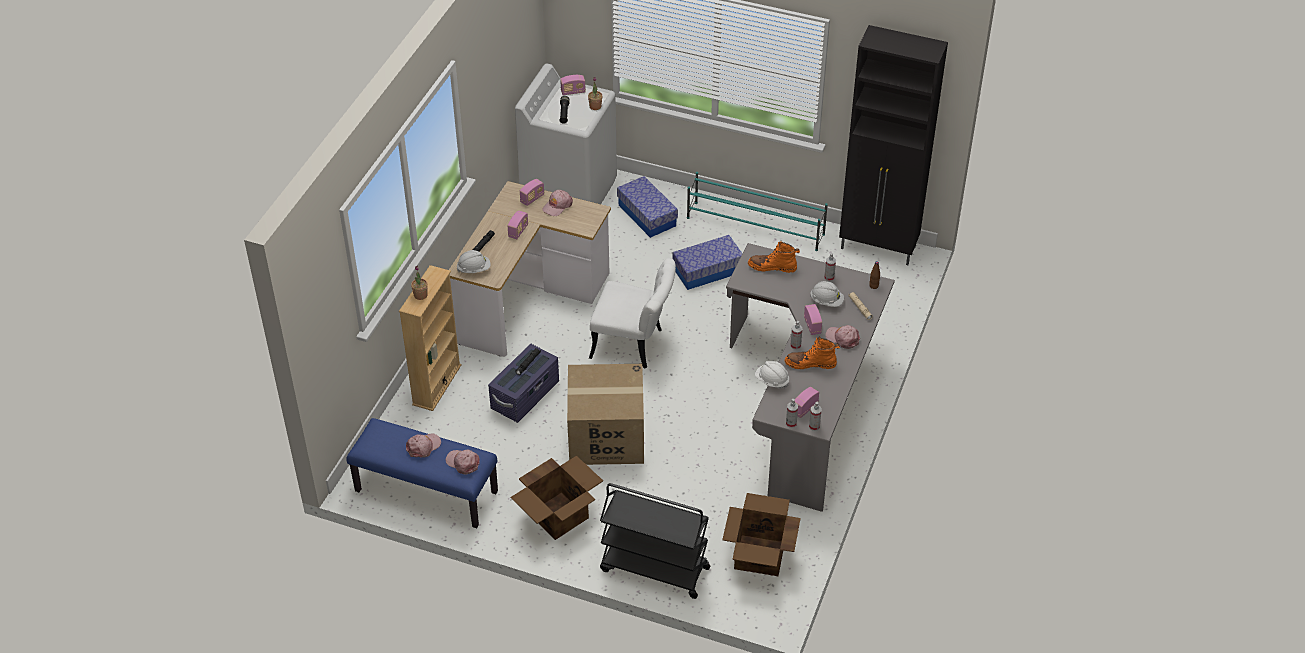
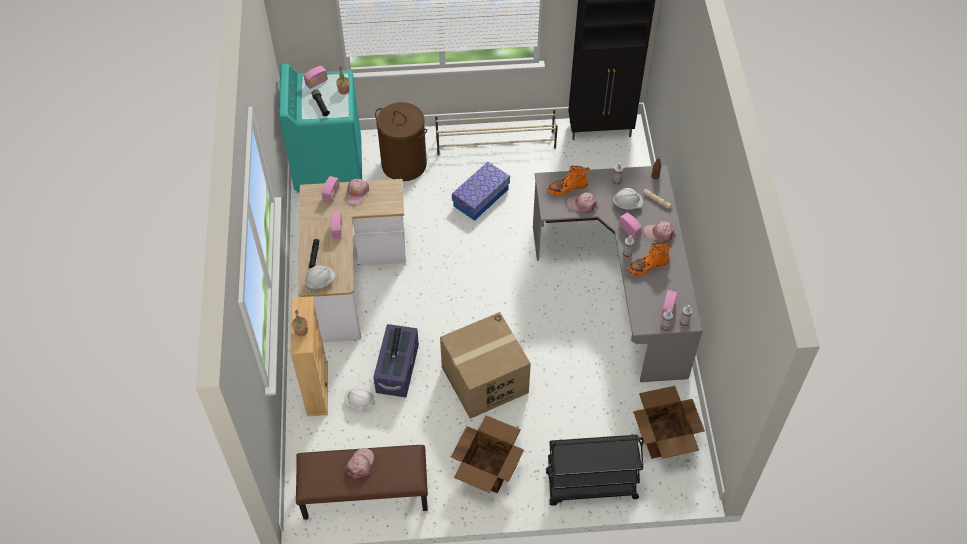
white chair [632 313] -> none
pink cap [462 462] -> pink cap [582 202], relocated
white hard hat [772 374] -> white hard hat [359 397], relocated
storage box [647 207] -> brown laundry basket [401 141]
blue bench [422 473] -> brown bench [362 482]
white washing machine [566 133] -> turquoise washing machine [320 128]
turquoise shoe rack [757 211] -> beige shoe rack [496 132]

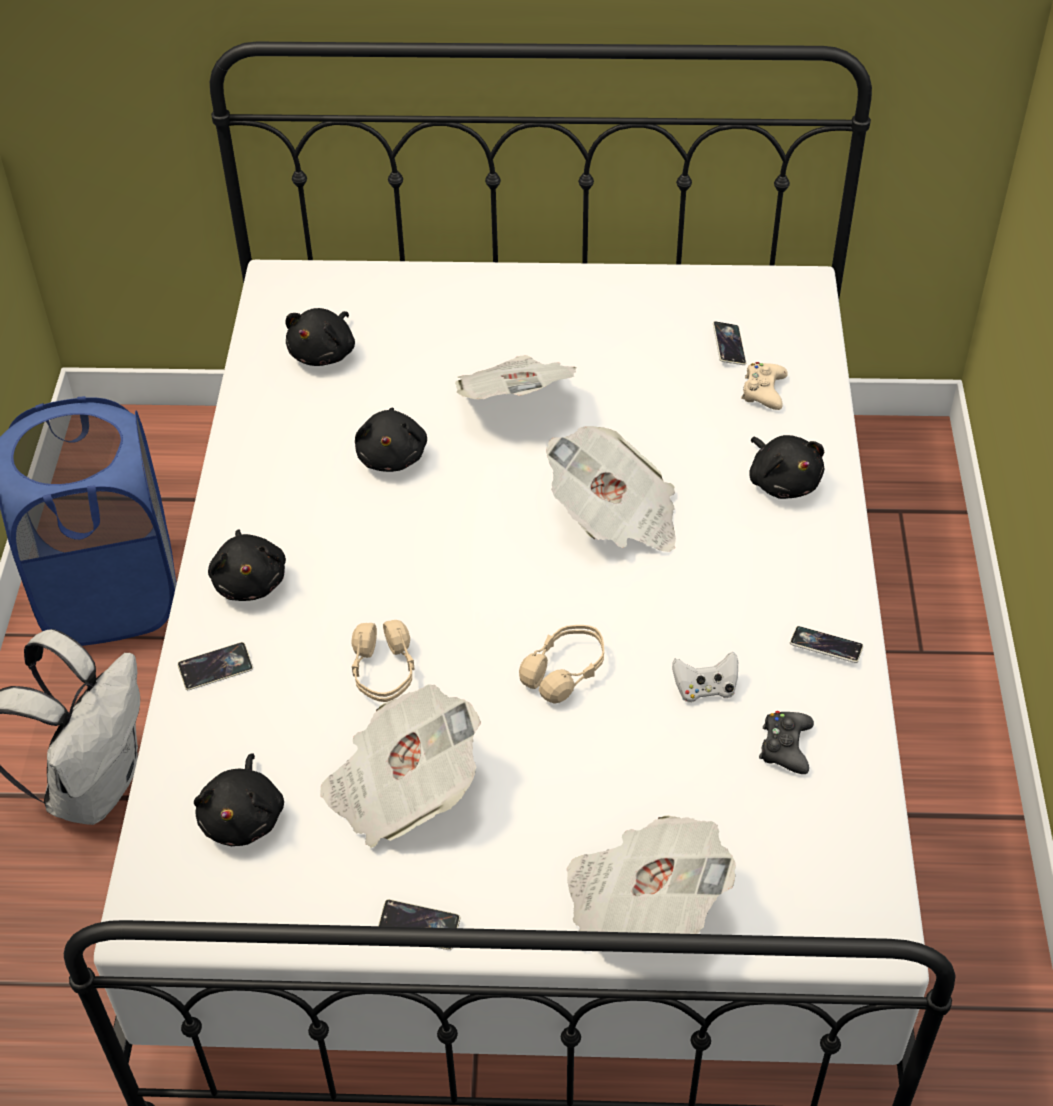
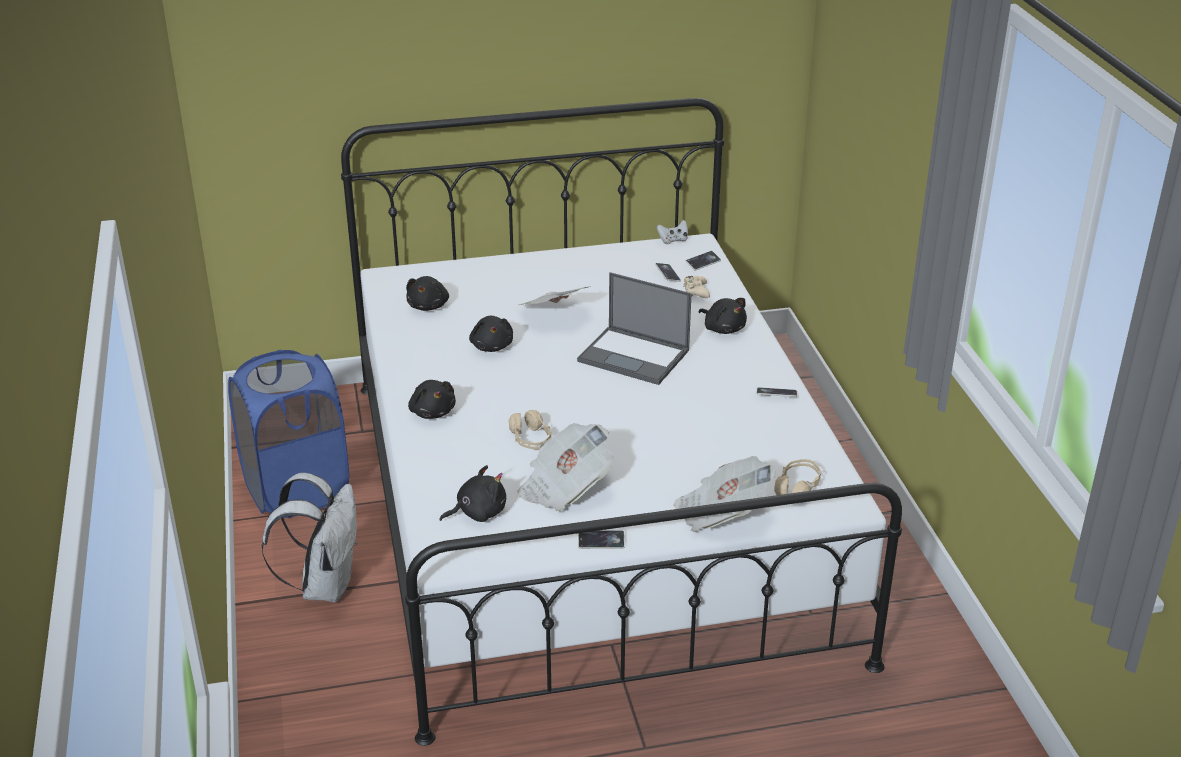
black game controller [786 742] -> none
phone [215 666] -> phone [703 260], relocated
beige headphones [561 664] -> beige headphones [797 481], relocated
white game controller [705 677] -> white game controller [672 232], relocated
newspaper [611 489] -> laptop [634 328]
black plush toy [239 799] -> black plush toy [473 493], 105 degrees counterclockwise

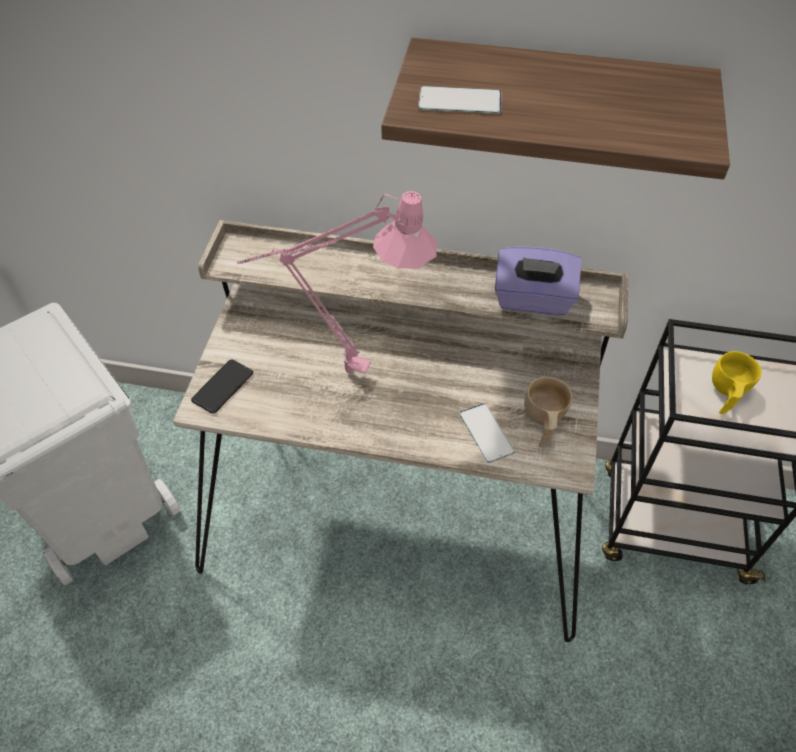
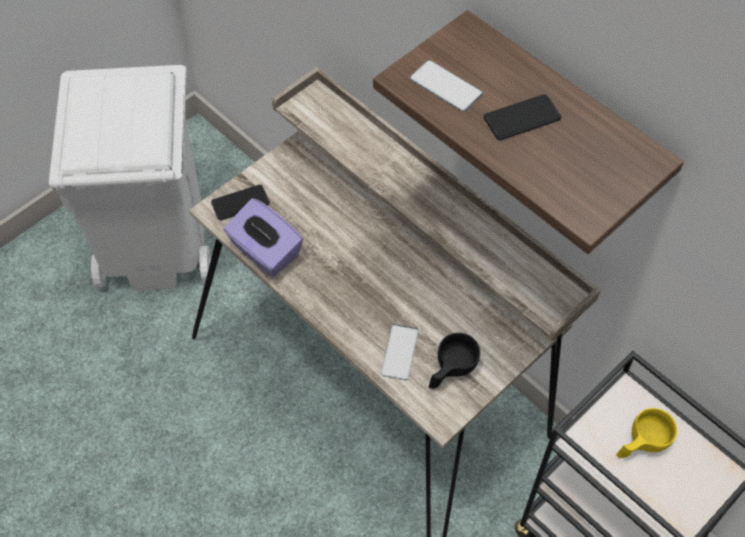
pink table lamp [337 283] -> none
none -> phone [522 117]
purple tissue box [538 281] -> purple tissue box [263 237], relocated
beige cup [548 412] -> black cup [454 361]

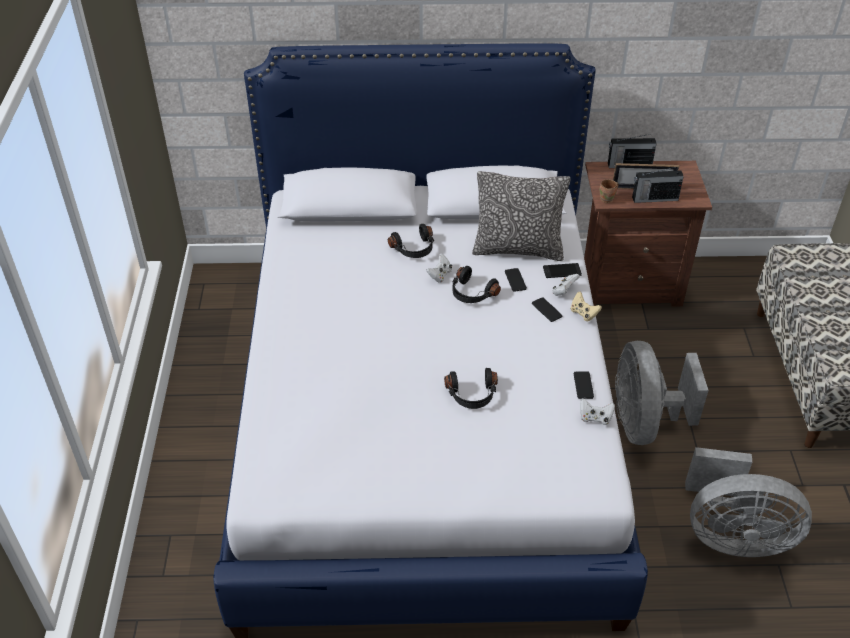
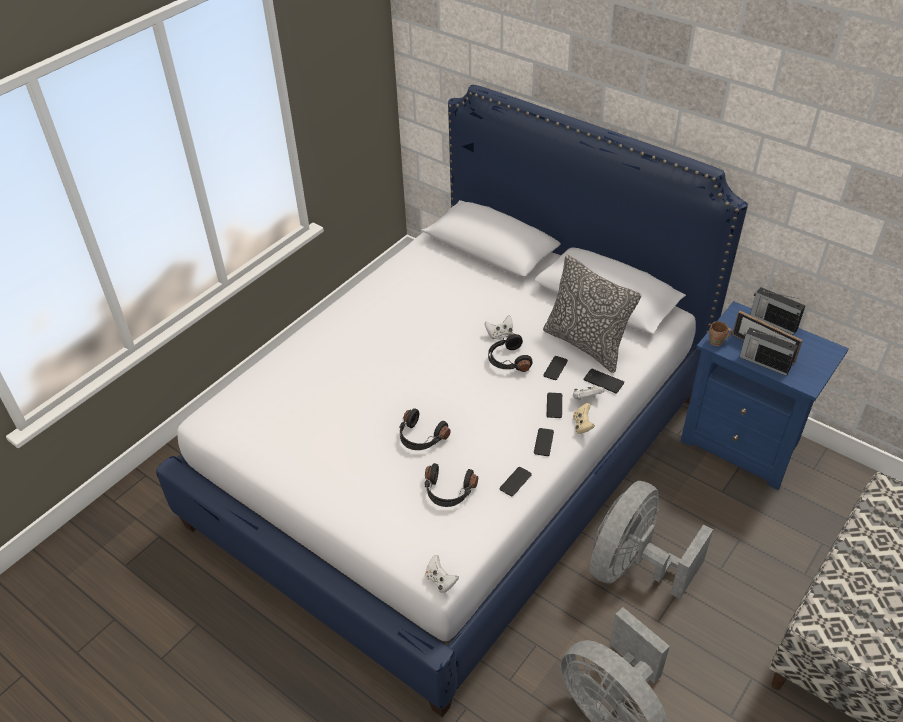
none -> phone [544 442]
black headphones [411 241] -> black headphones [451 485], relocated
white game controller [597 411] -> white game controller [442 574], relocated
brown nightstand [648 233] -> blue nightstand [764 395]

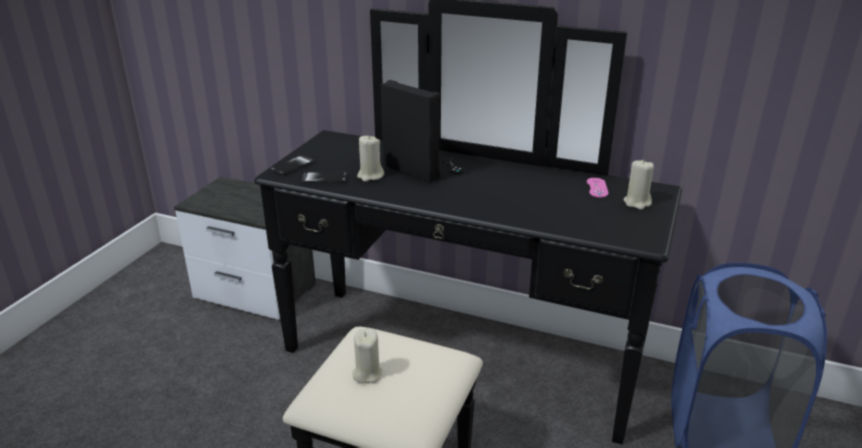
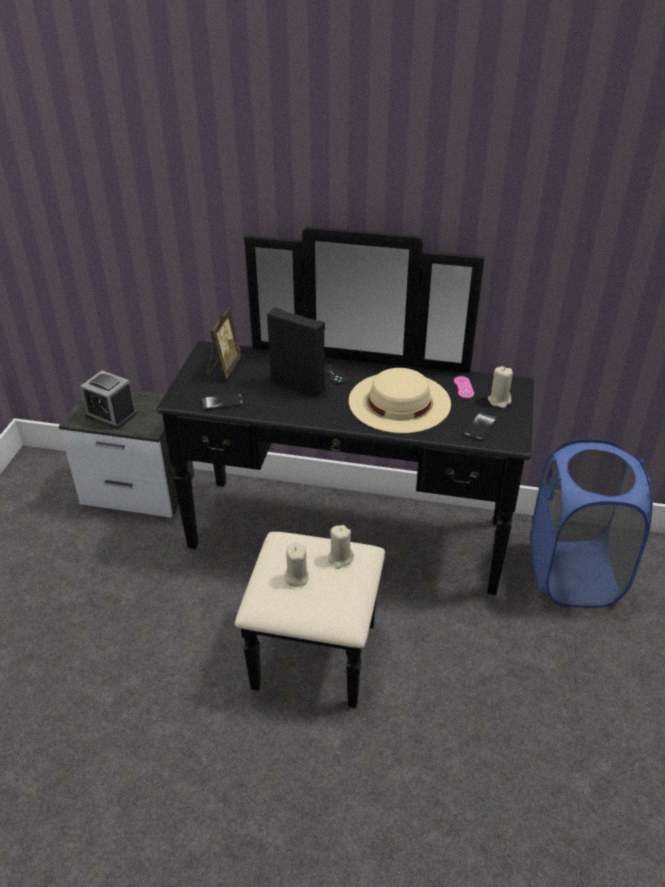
none -> alarm clock [108 399]
none -> picture frame [224 344]
none -> beige hat [400 400]
phone [292 165] -> phone [480 426], relocated
beige candle [370 158] -> beige candle [341 546], relocated

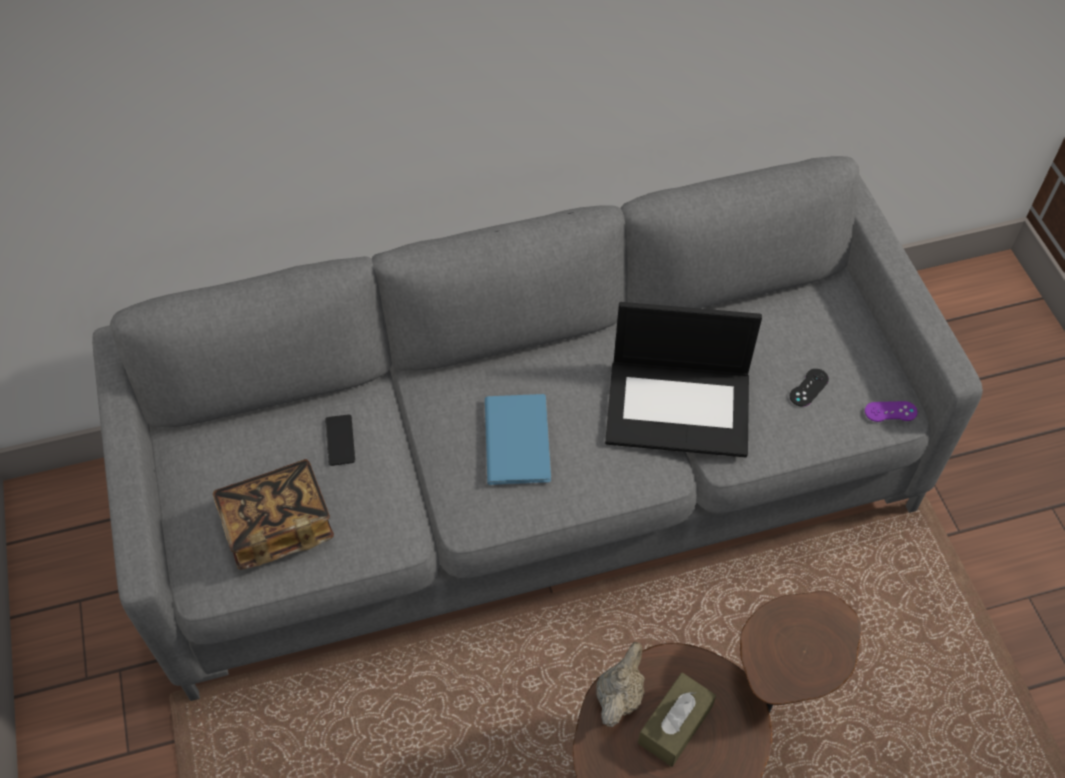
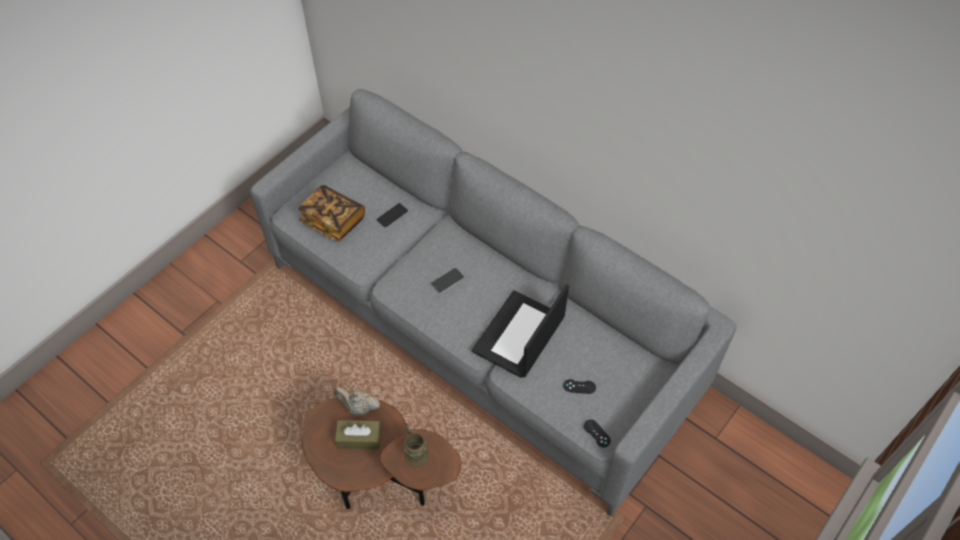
none -> brown mug [416 445]
blue book [518 439] -> phone [448 281]
purple game controller [891 411] -> black game controller [597 433]
beige teapot [620 684] -> beige teapot [357 401], 150 degrees counterclockwise
laptop [683 379] -> laptop [520 331], 60 degrees clockwise

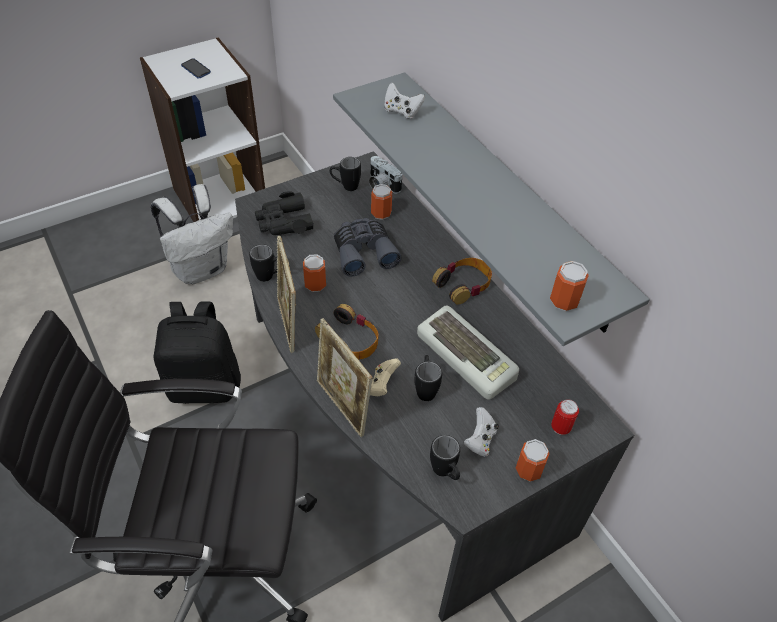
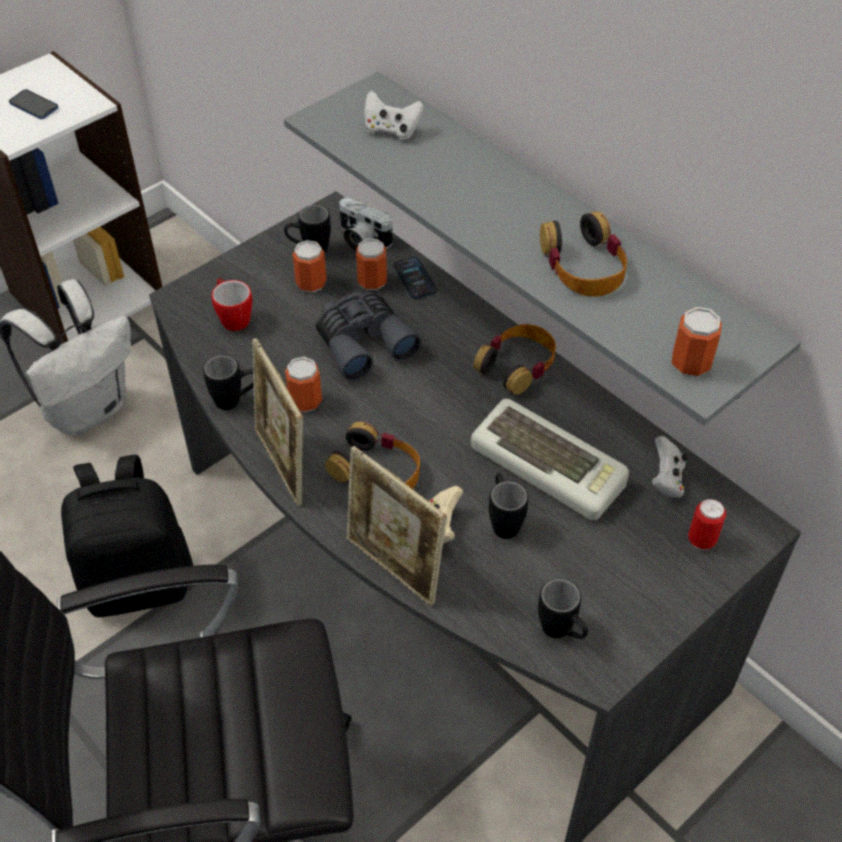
none -> phone [415 278]
none -> headphones [583 254]
white game controller [481 432] -> white game controller [670 467], relocated
can [533 460] -> can [310 266], relocated
black binoculars [284 213] -> mug [232 304]

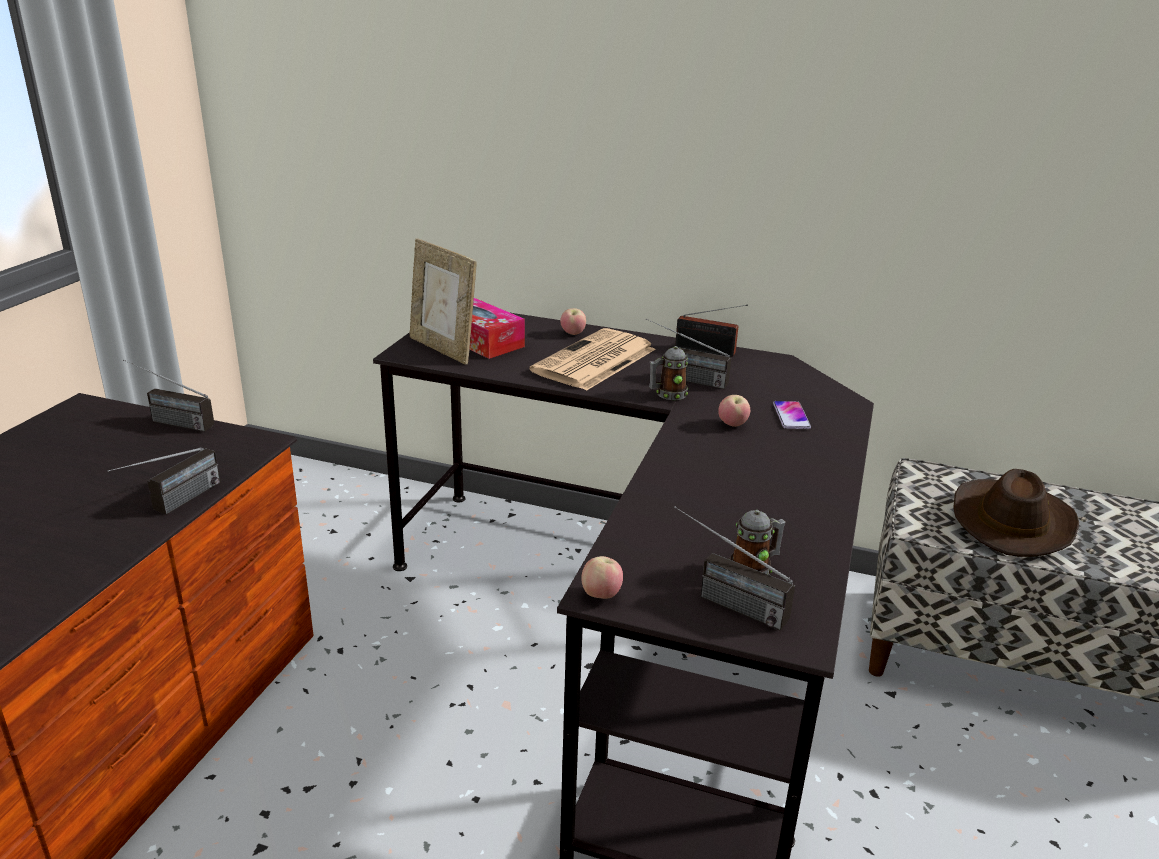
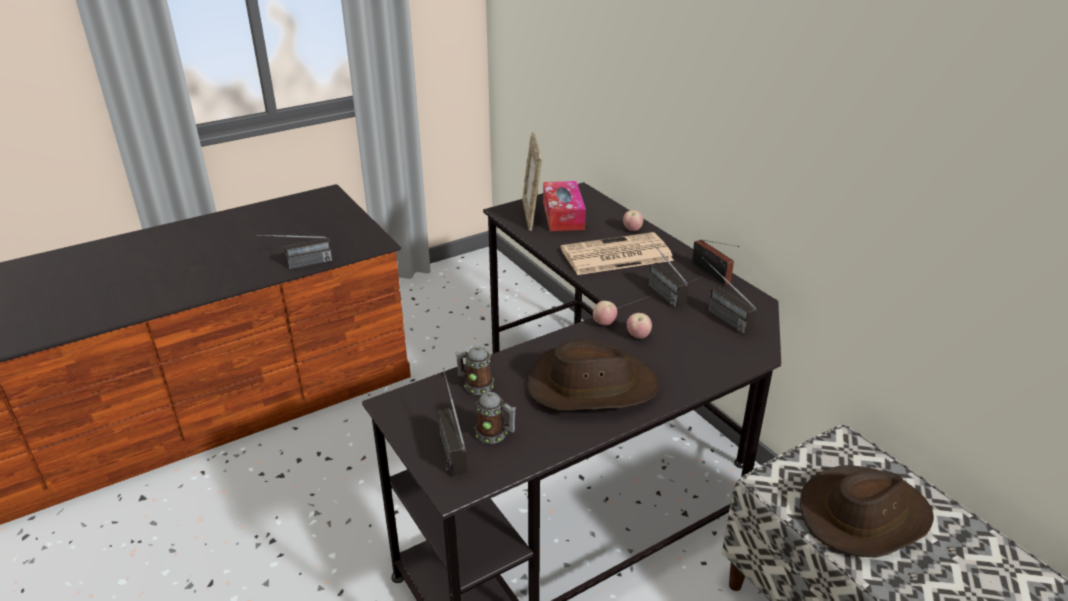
phone [792 415] -> none
none -> brown hat [593 375]
radio [168 395] -> radio [729 296], relocated
apple [602 577] -> apple [605 313], relocated
mug [668 373] -> mug [475 370], relocated

